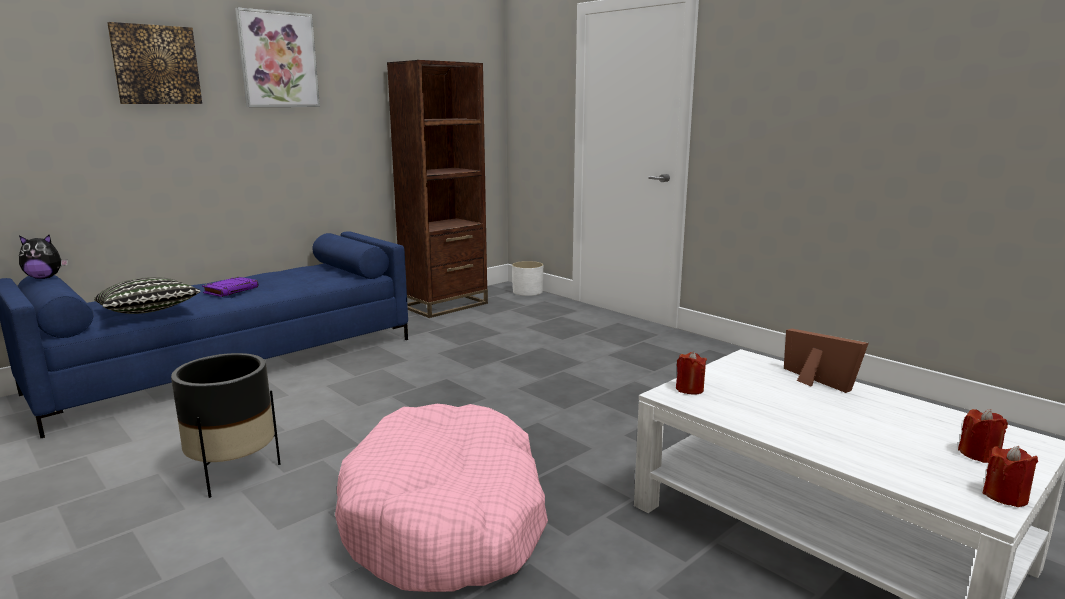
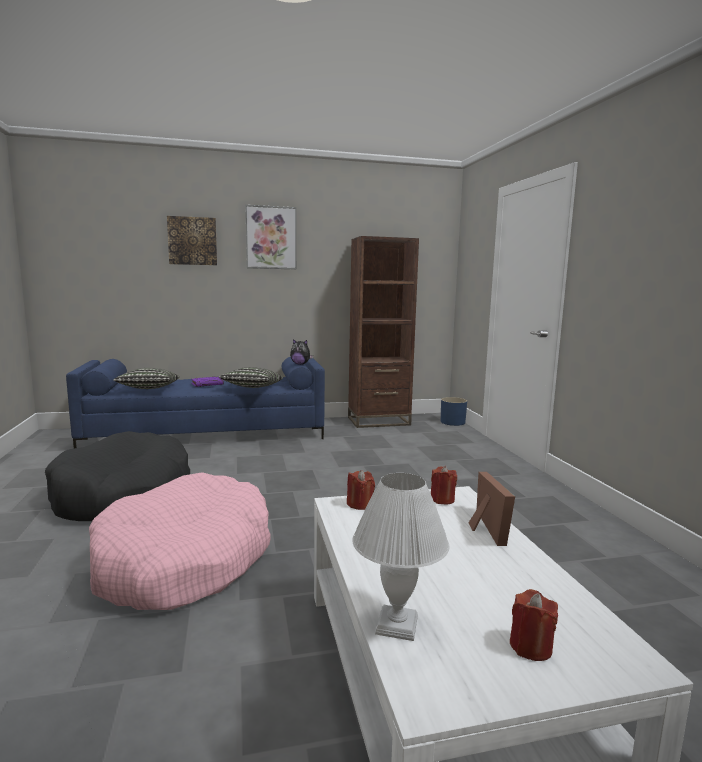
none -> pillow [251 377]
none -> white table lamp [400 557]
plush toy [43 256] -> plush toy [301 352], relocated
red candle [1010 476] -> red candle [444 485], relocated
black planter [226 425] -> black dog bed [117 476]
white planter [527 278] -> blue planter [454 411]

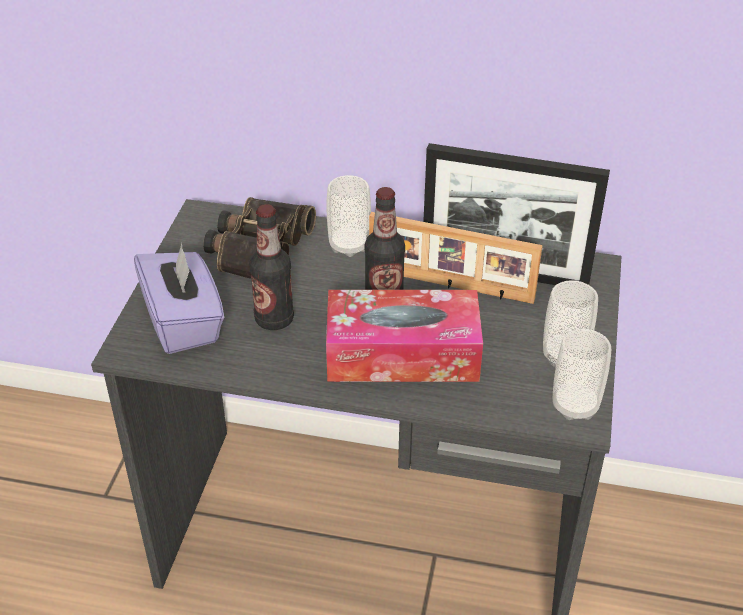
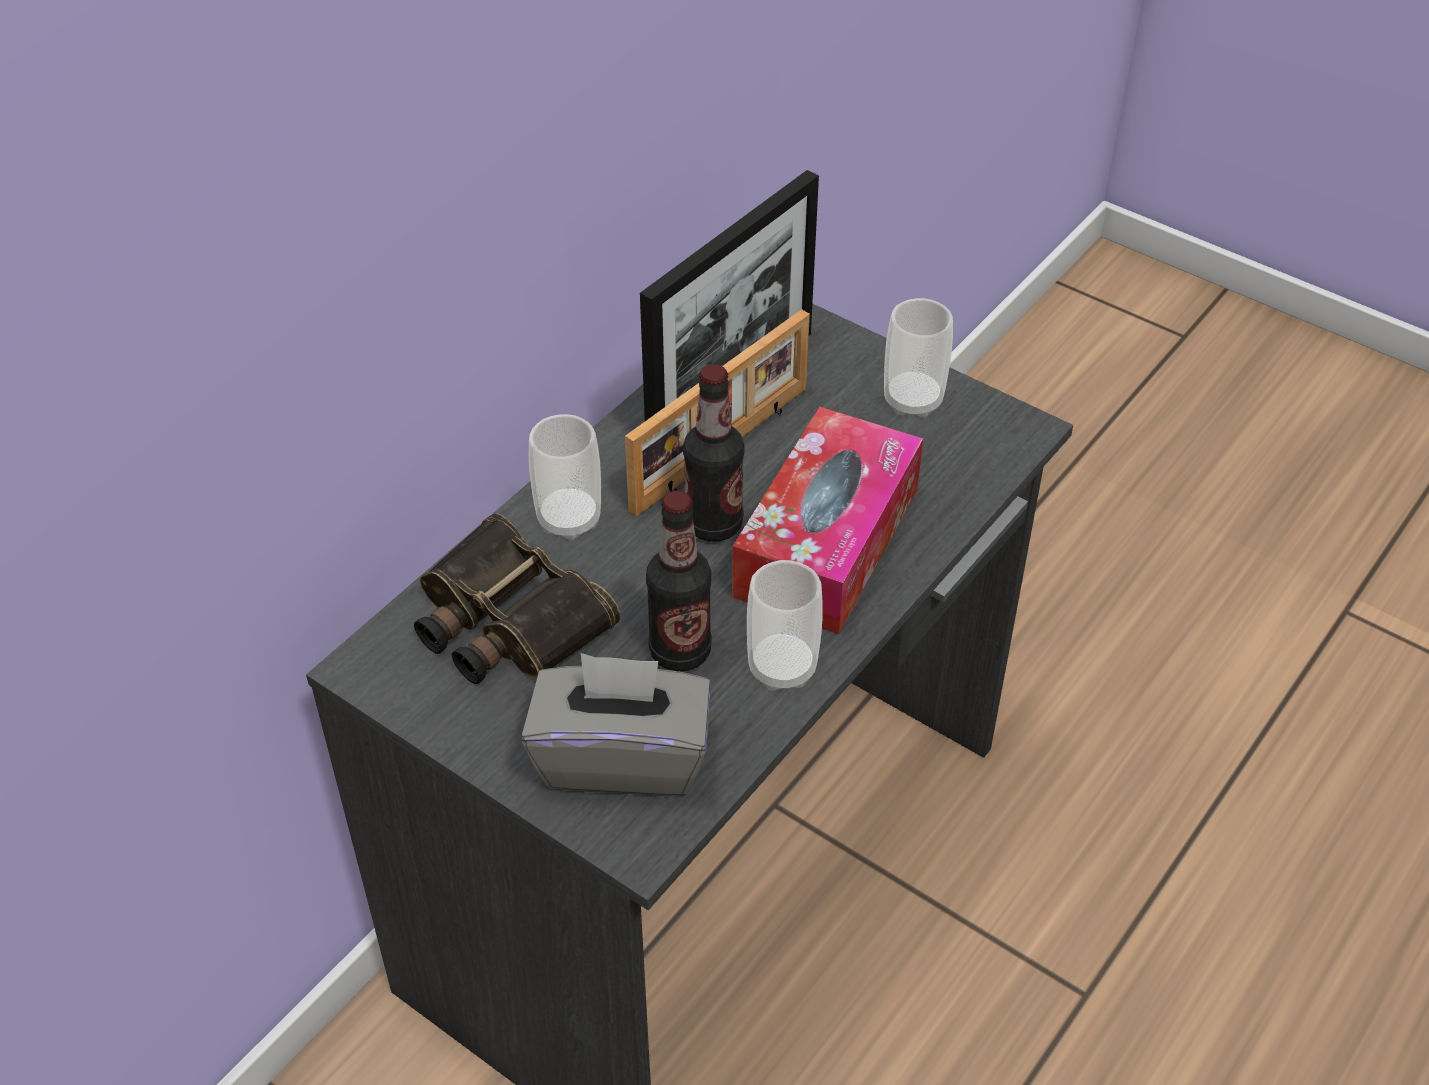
cup [582 374] -> cup [785 625], relocated
purple tissue box [179 298] -> grey tissue box [616 724]

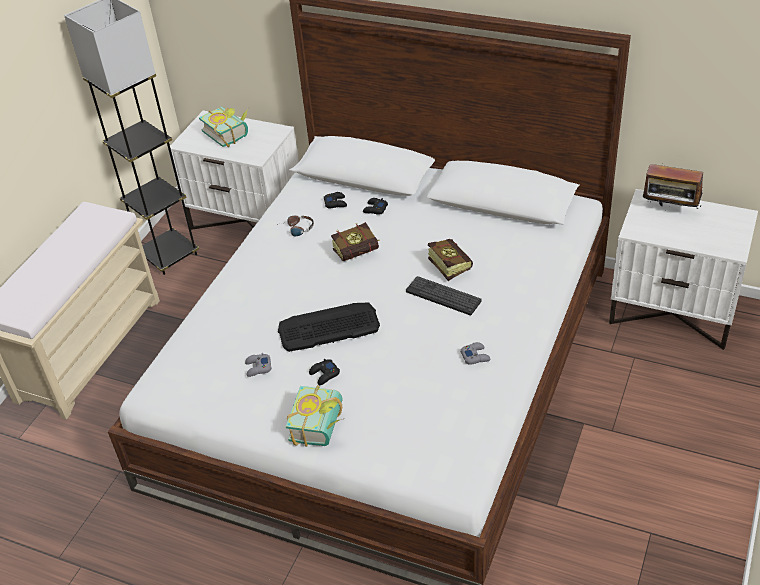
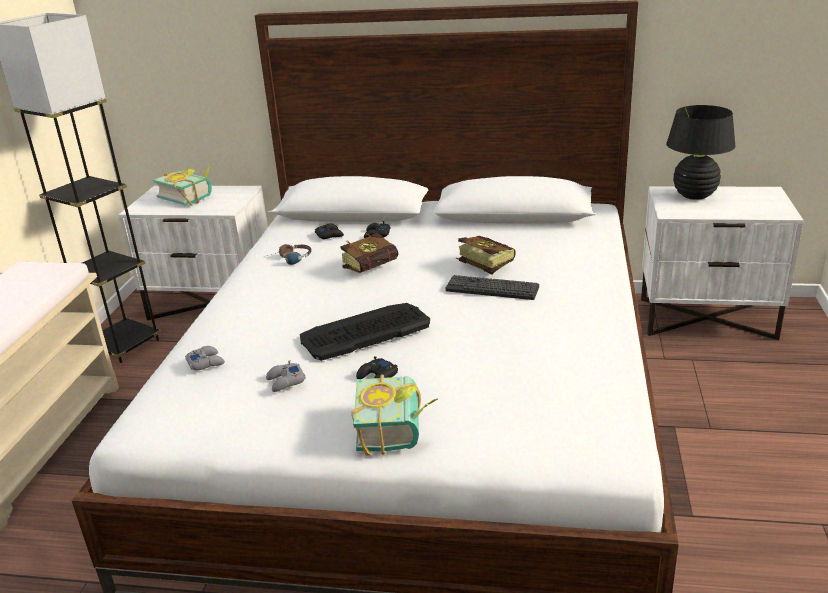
grey game controller [475 353] -> grey game controller [205 358], relocated
radio [673 186] -> black table lamp [701 152]

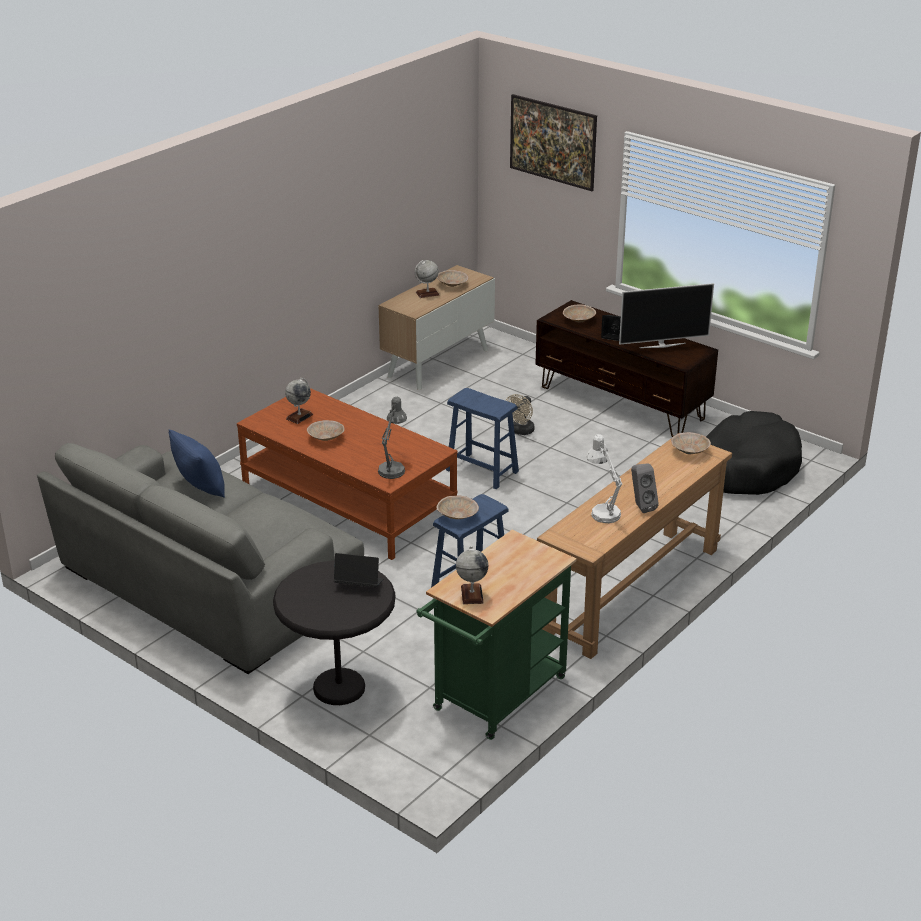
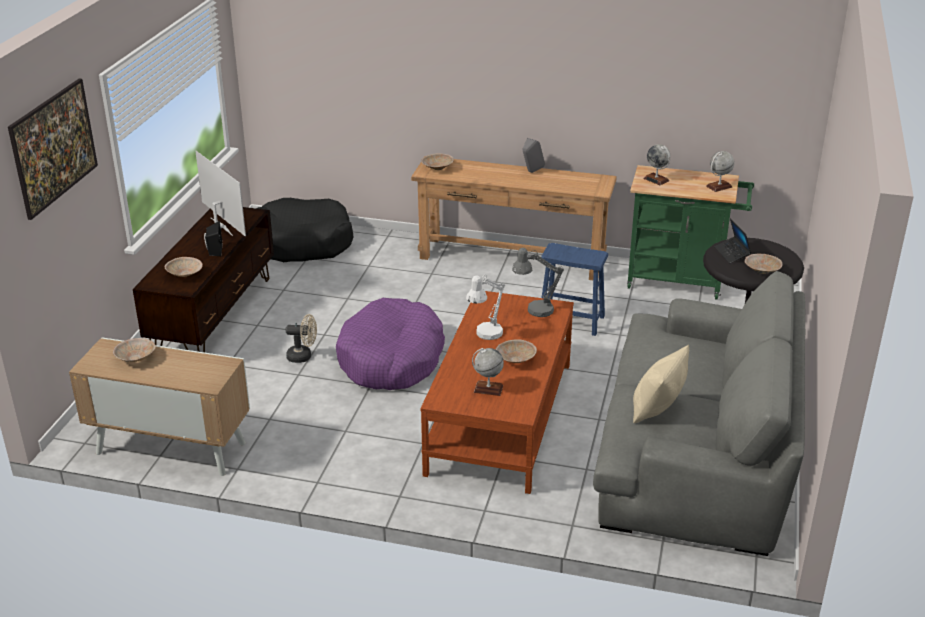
globe [427 279] -> globe [656 164], relocated
beige bowl [458 507] -> beige bowl [763 264], relocated
white table lamp [604 478] -> white table lamp [485 307], relocated
blue stool [482 438] -> purple dog bed [390 344]
blue pillow [197 463] -> beige pillow [661 384]

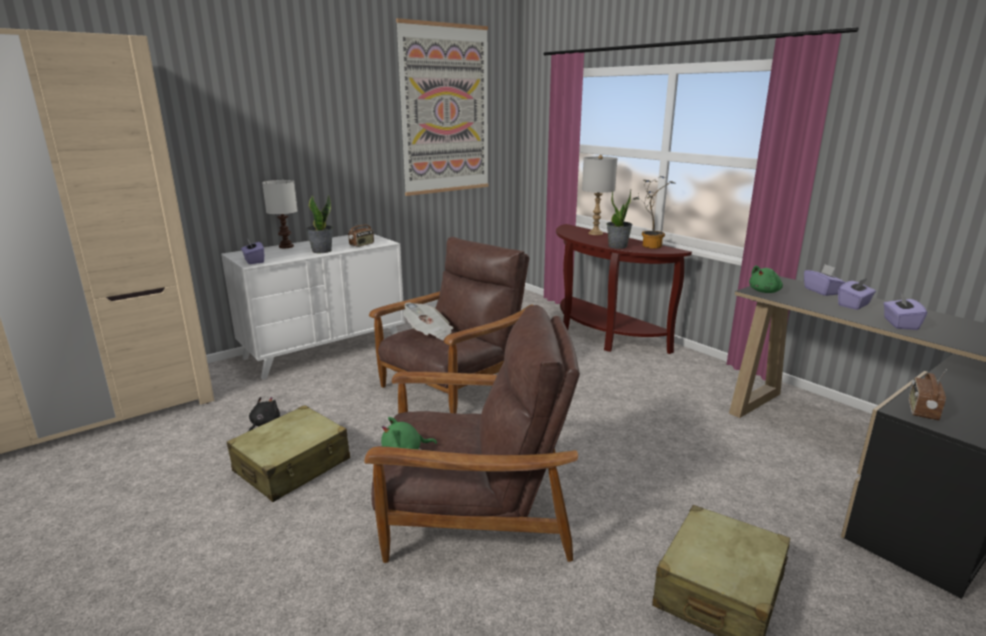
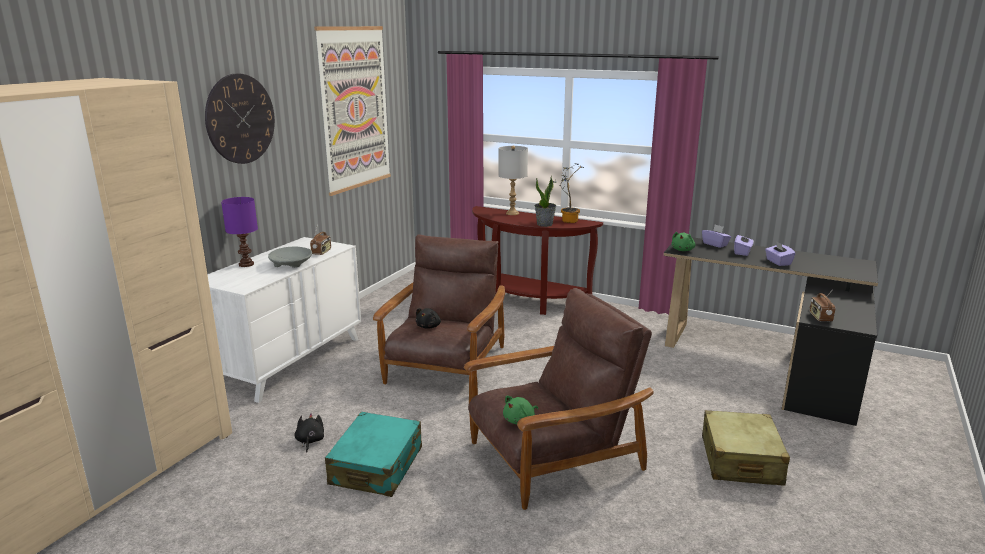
purple tissue box [252 251] -> none
none -> wall clock [240 118]
potted plant [319 224] -> grey bowl [290 257]
newspaper [428 321] -> black plush toy [428 318]
beige suitcase [288 453] -> turquoise suitcase [373 454]
white table lamp [280 214] -> purple table lamp [239 232]

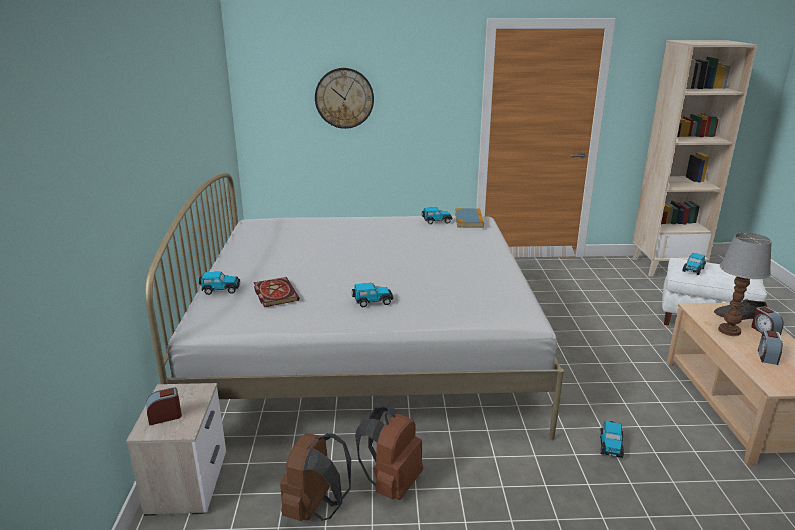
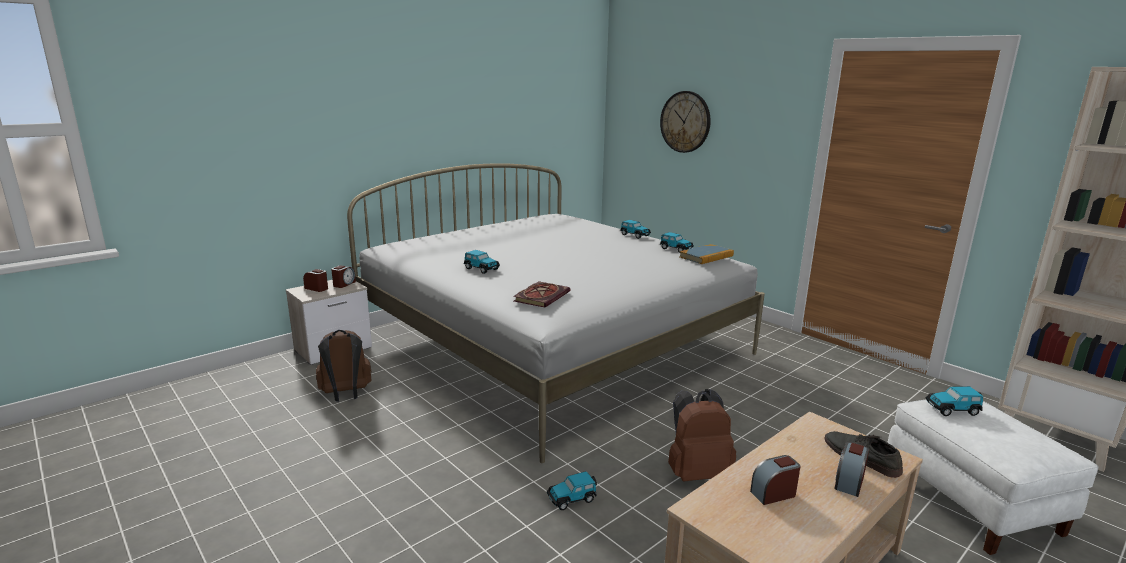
table lamp [745 284] -> none
none -> alarm clock [343 276]
toy car [219 283] -> toy car [635 229], relocated
book [277 292] -> book [541 294], relocated
brown backpack [389 452] -> brown backpack [702 435], relocated

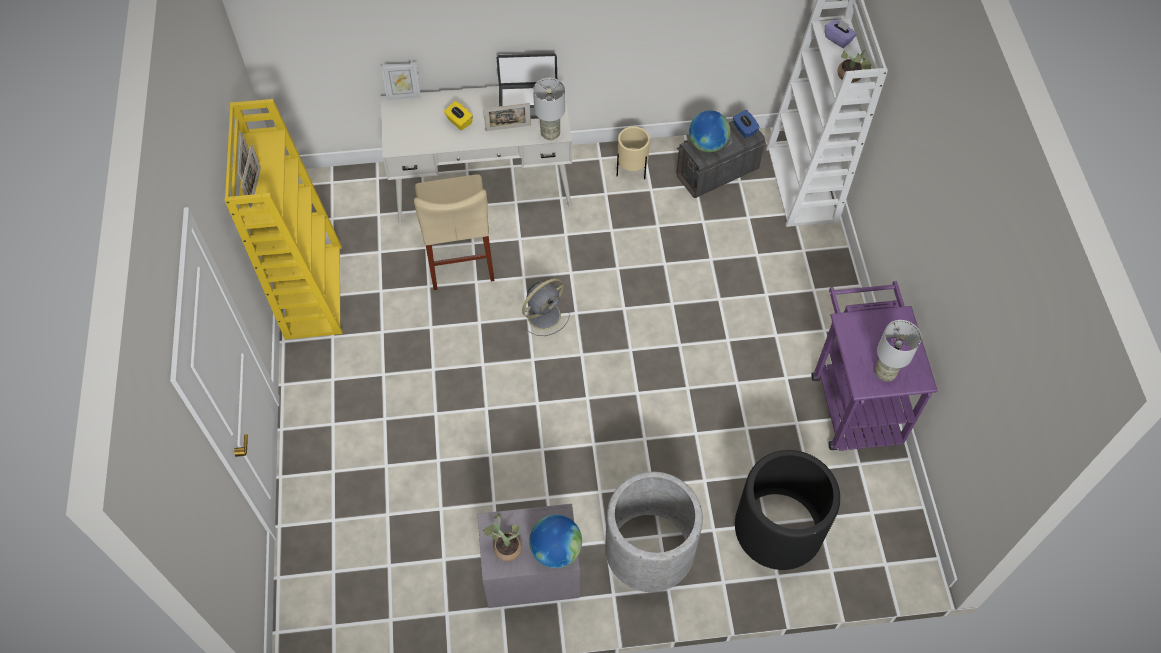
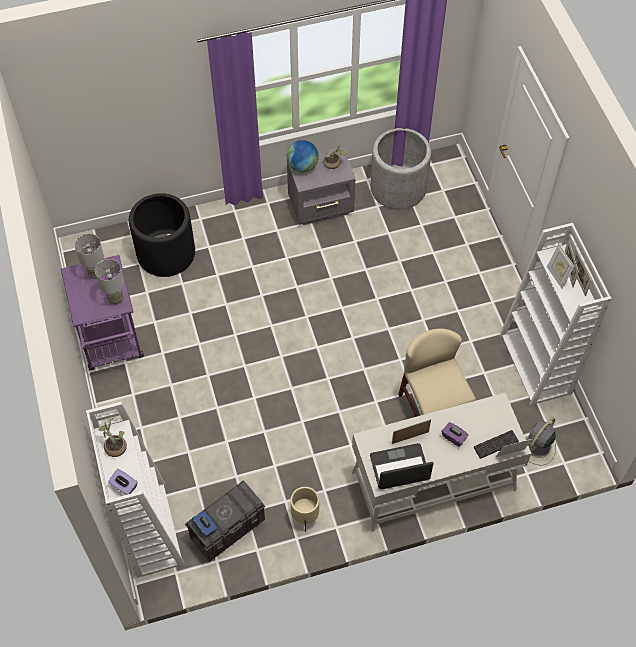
globe [709 131] -> none
none -> keyboard [496 444]
none -> picture frame [561 266]
grey fan [544 307] -> grey fan [540 441], relocated
grey table lamp [549 109] -> grey table lamp [109 281], relocated
grey planter [654 532] -> grey planter [400 169], relocated
yellow bookcase [284 219] -> white bookcase [556 314]
yellow tissue box [458 115] -> purple tissue box [454 434]

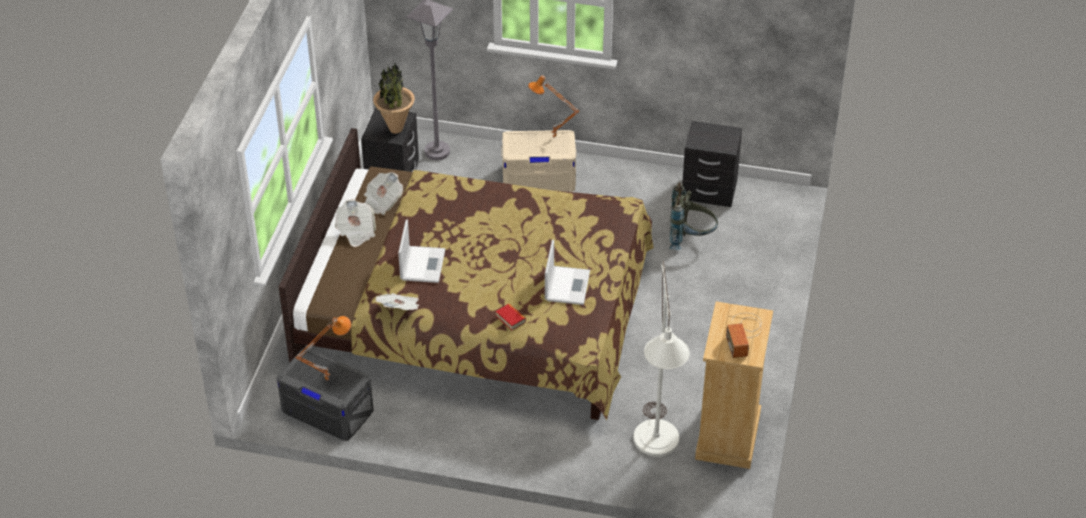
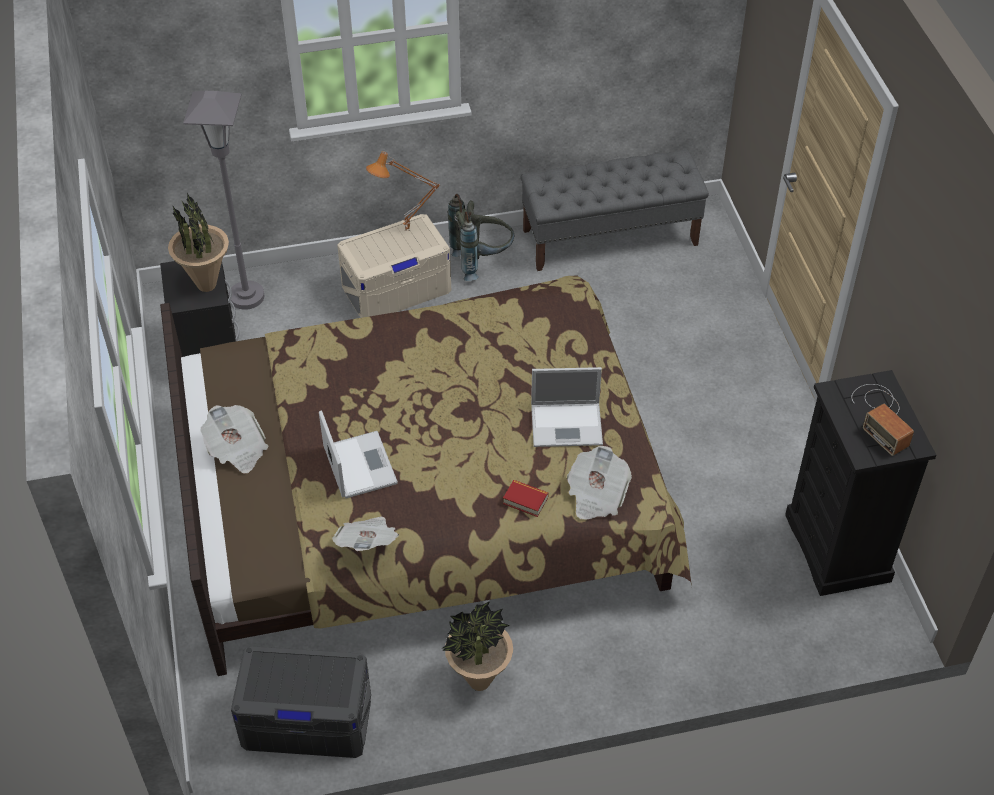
orange table lamp [323 348] -> none
white floor lamp [661 359] -> none
none -> potted plant [477 646]
newspaper [383 193] -> newspaper [599 482], relocated
grey backpack [693 216] -> grey backpack [481 237], relocated
black nightstand [712 164] -> grey bench [615 210]
beige dresser [734 385] -> black dresser [860 483]
laptop [567 272] -> laptop [567 407], 105 degrees clockwise

